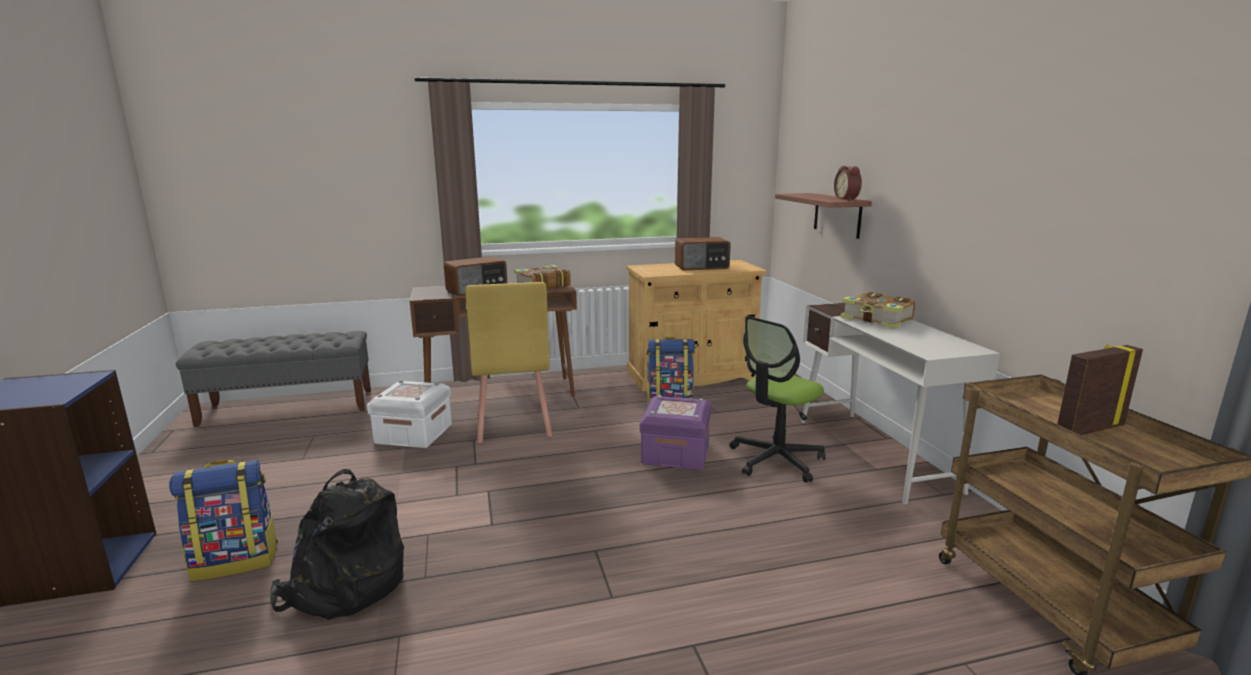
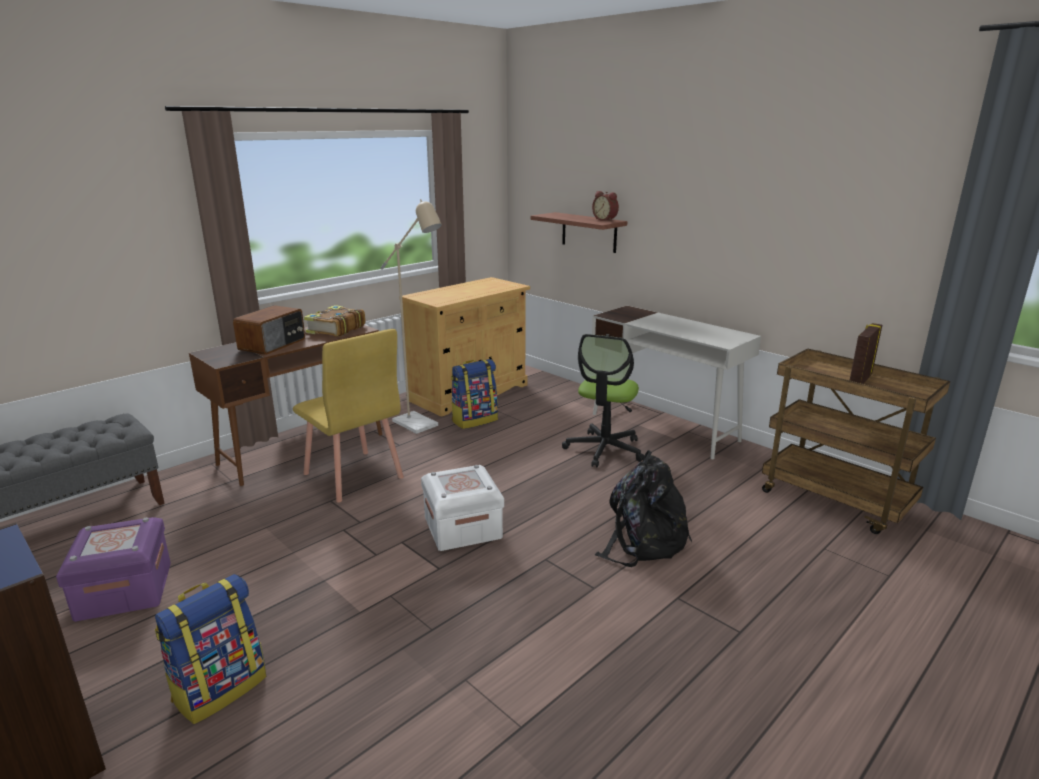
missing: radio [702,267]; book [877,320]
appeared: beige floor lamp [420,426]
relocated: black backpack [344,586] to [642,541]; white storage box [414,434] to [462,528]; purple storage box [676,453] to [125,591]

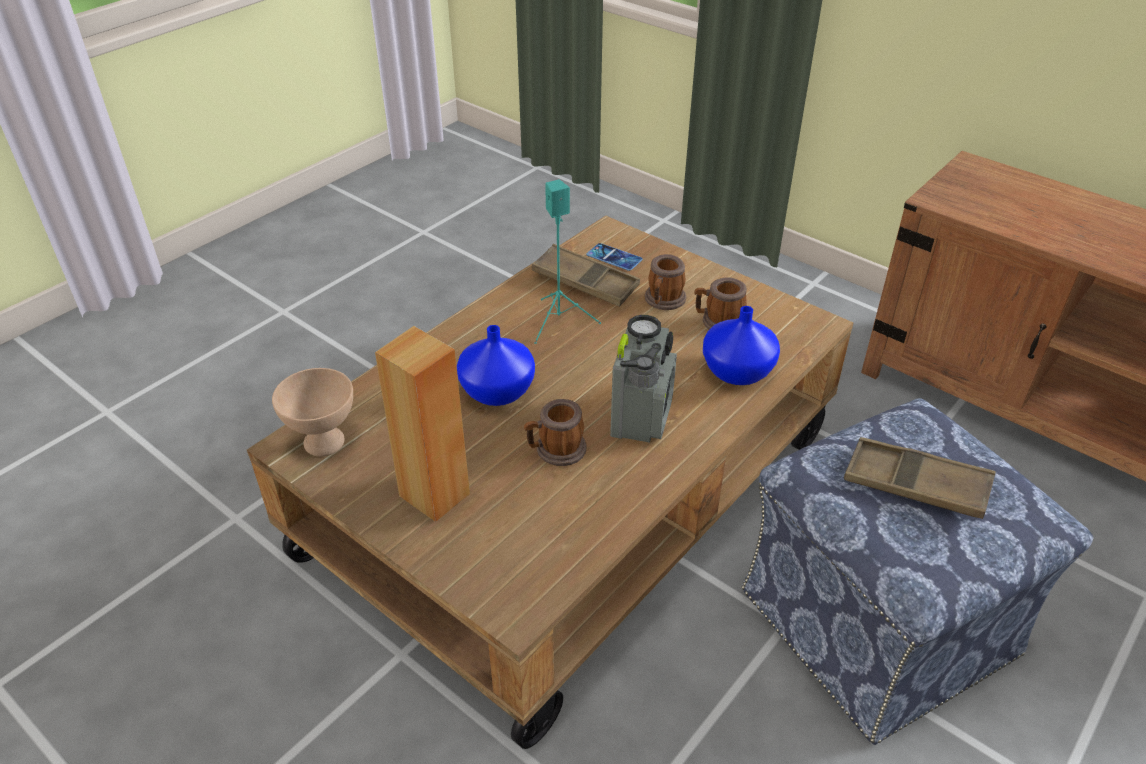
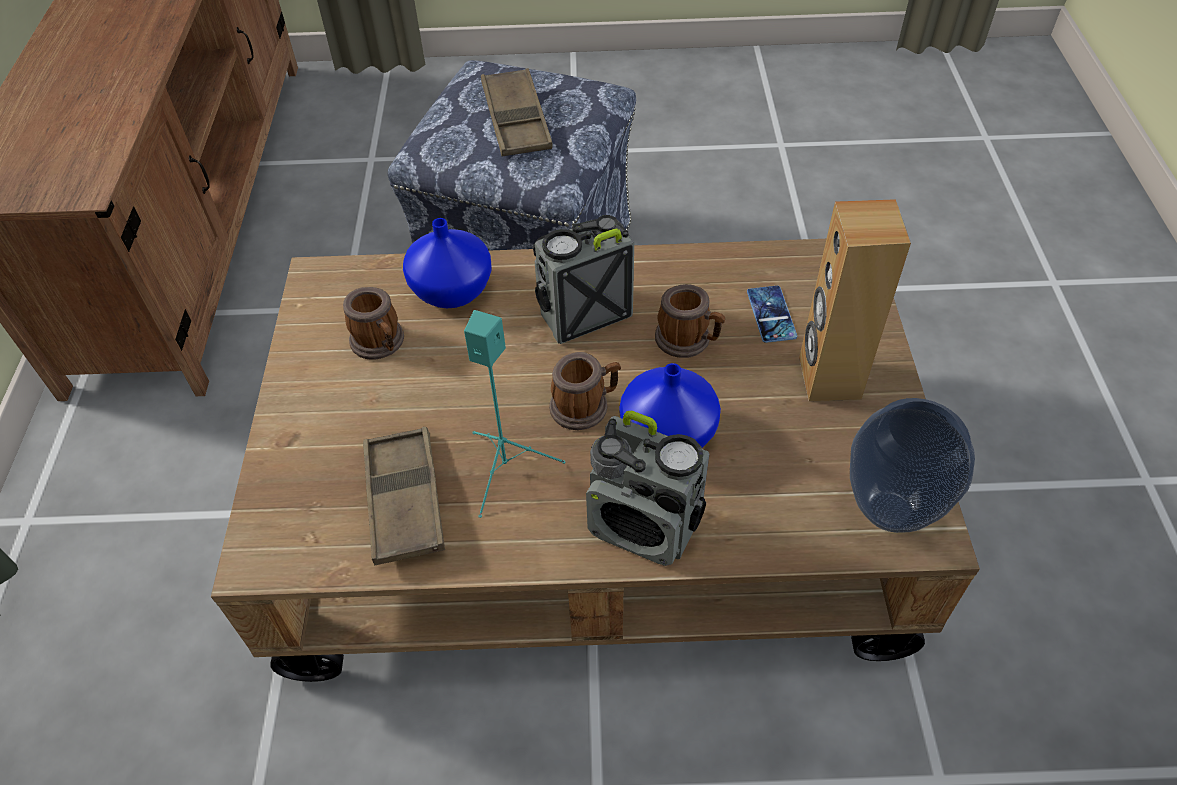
appeared: radio [645,527]
relocated: phone [614,257] to [771,314]; mug [663,301] to [585,406]
exchanged: beige bowl [323,441] to vase [890,512]

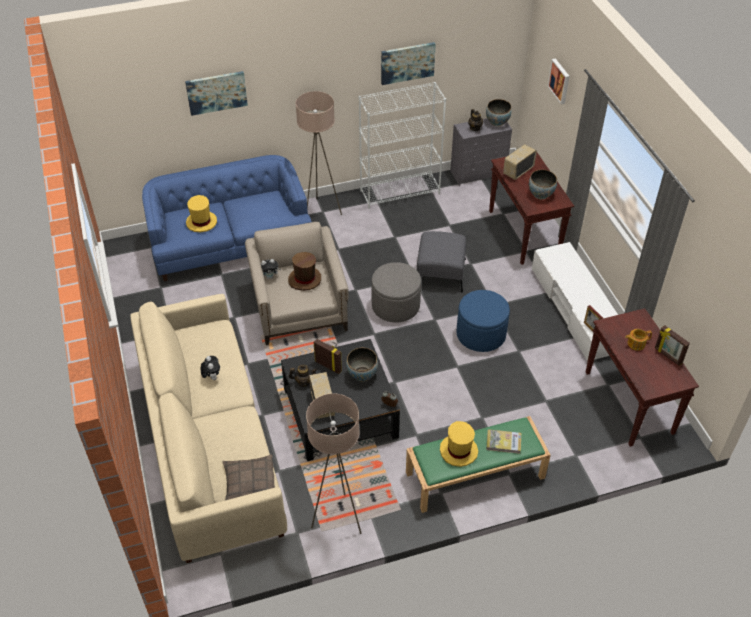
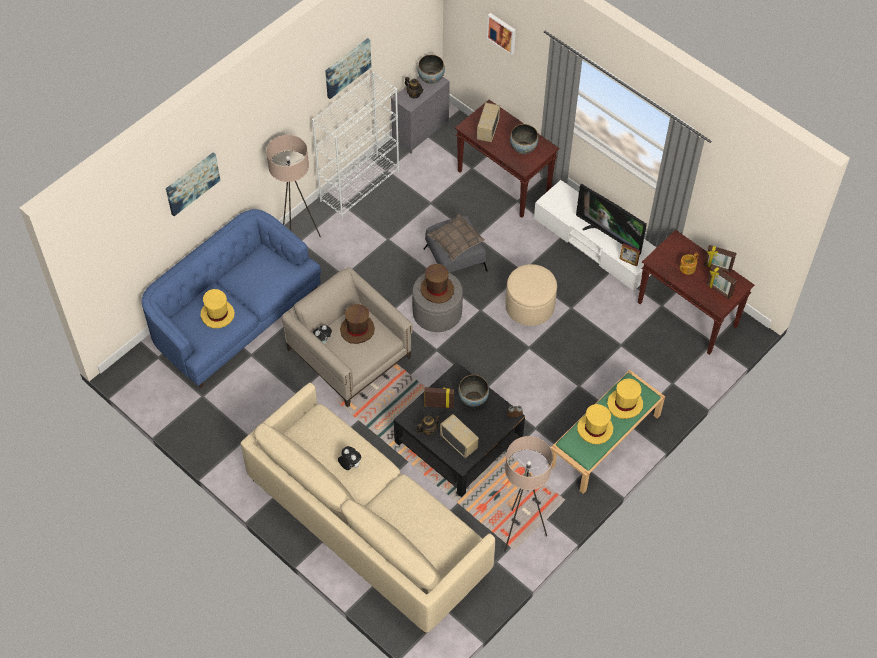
appeared: brown hat [437,289]; television [609,236]; picture frame [718,290]
relocated: pillow [249,483] to [455,241]
exchanged: book [503,442] to yellow hat [625,404]
colour: blue ottoman [481,334] to beige ottoman [529,306]

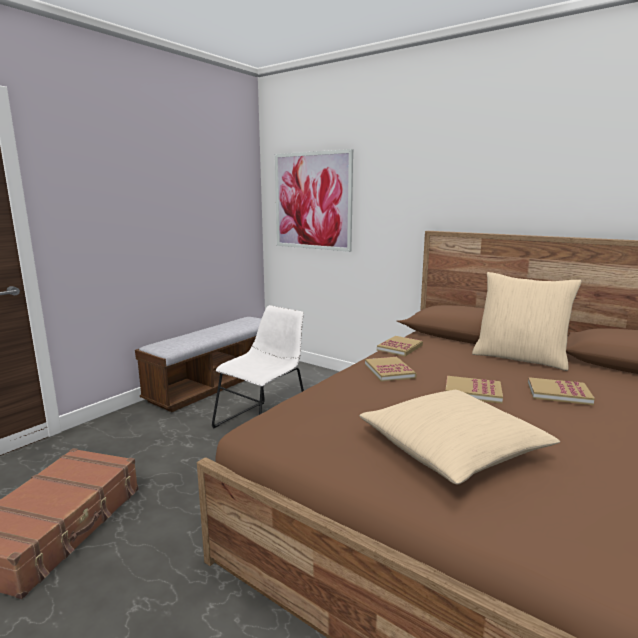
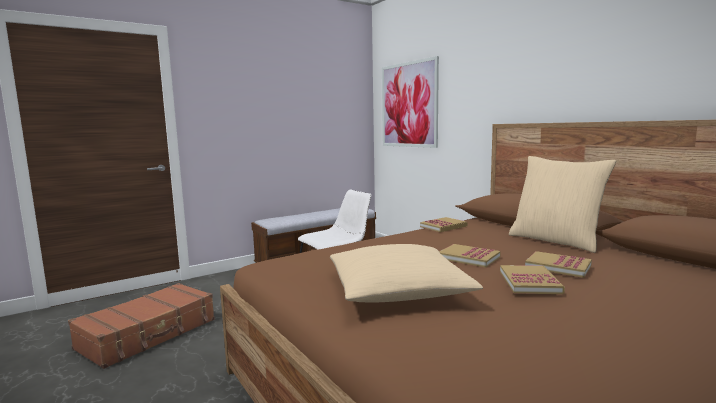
relocated: book [389,371] to [529,282]

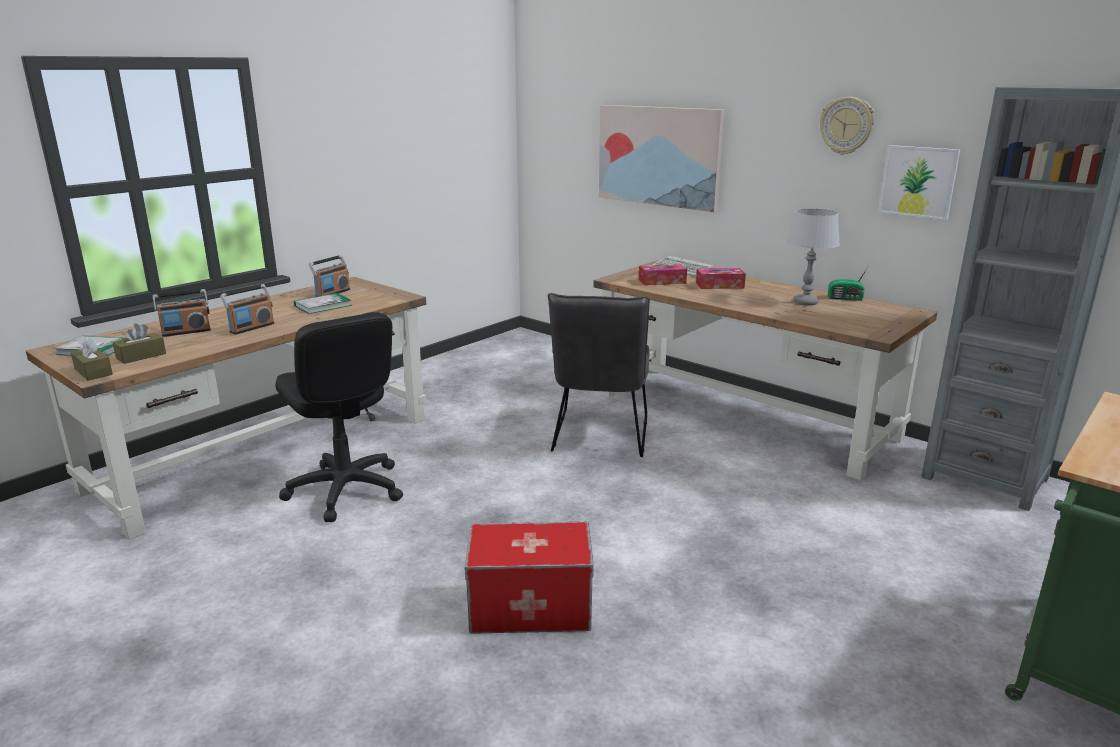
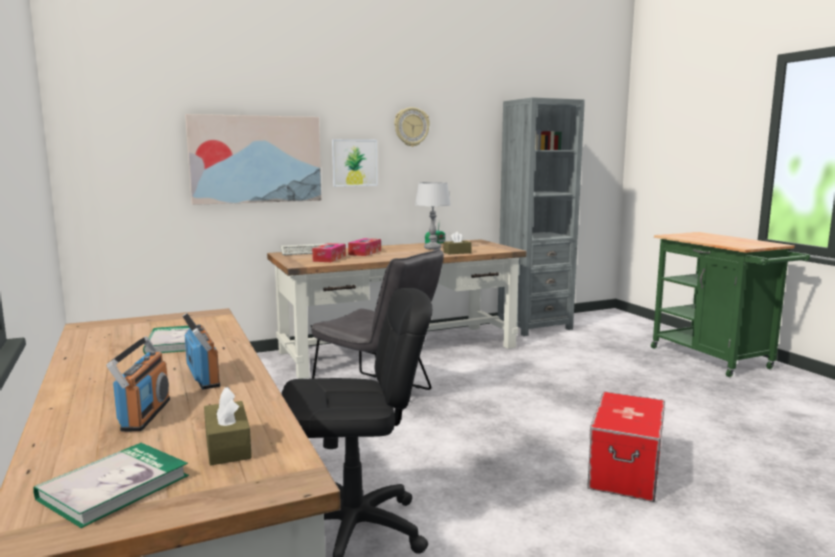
missing: radio [332,293]
relocated: brown tissue box [93,372] to [457,252]; picture [918,181] to [354,162]

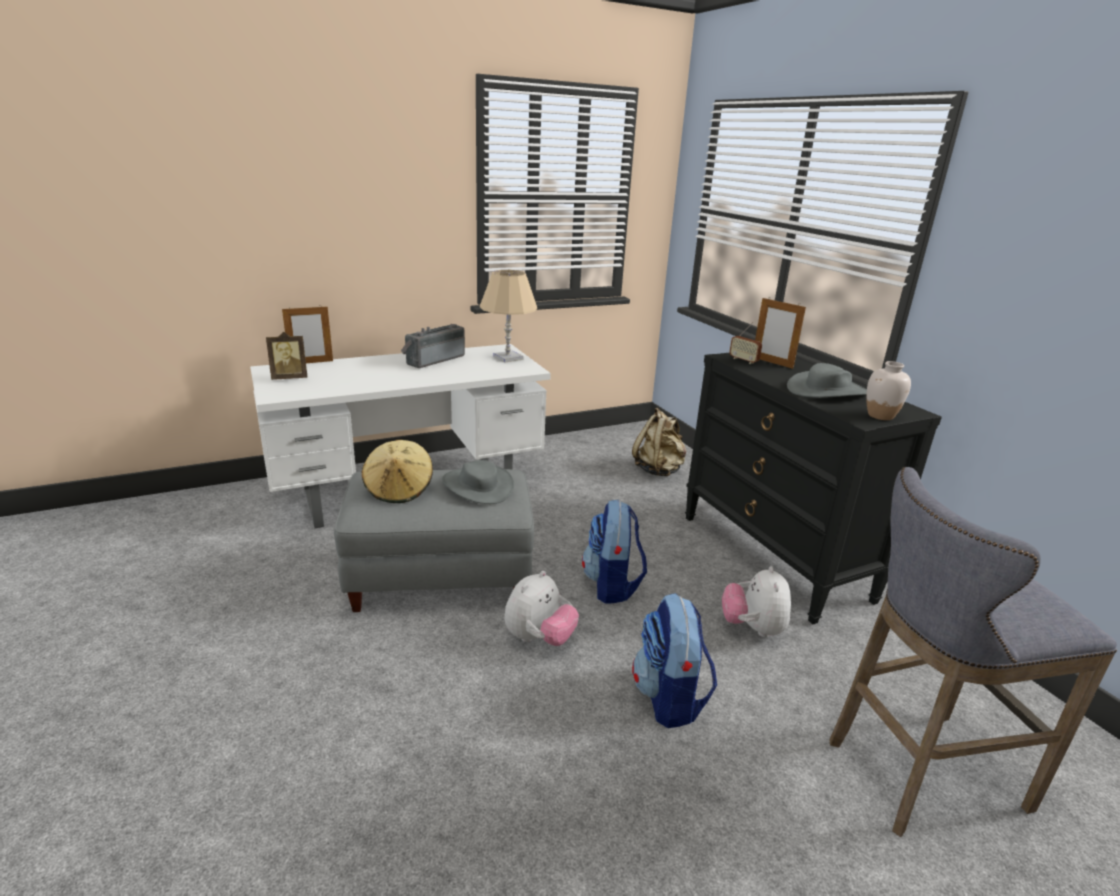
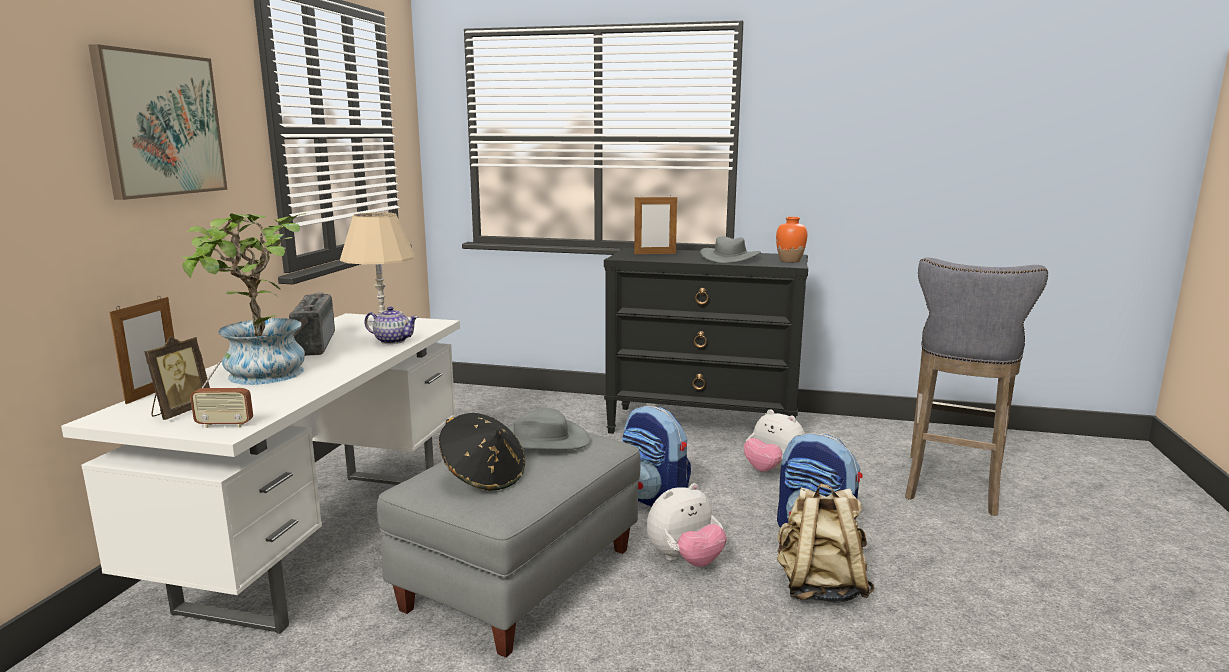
appeared: picture [161,124]; potted plant [260,377]; teapot [392,340]
relocated: beige backpack [658,470] to [819,588]; radio [743,360] to [225,425]
colour: beige hat [399,490] to black hat [483,477]; white vase [880,416] to orange vase [790,261]
spun: plush toy [539,638] = [685,560] 75 degrees clockwise

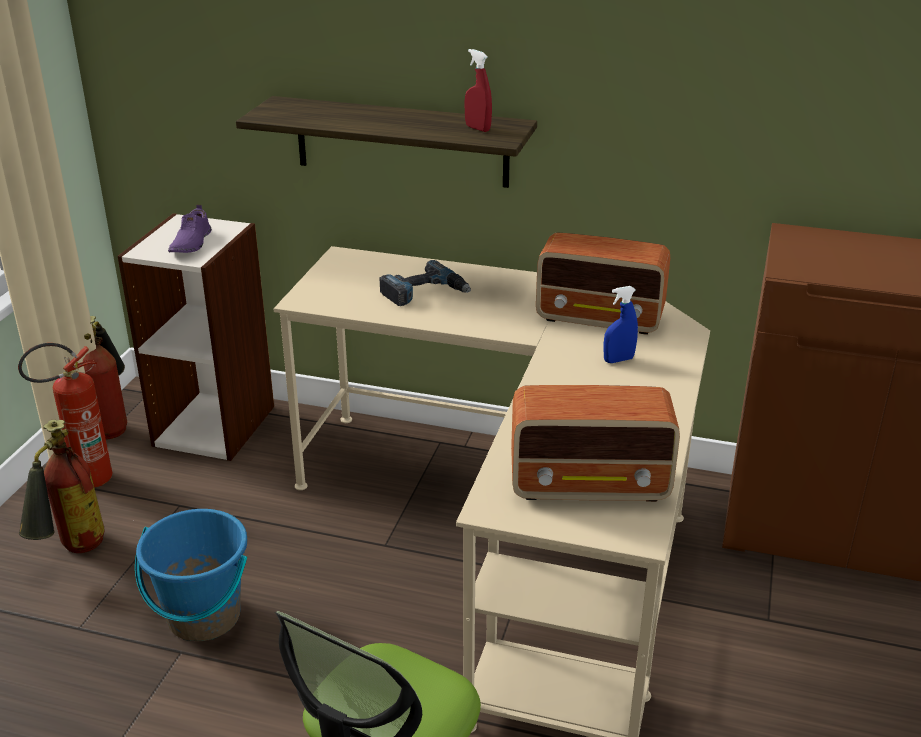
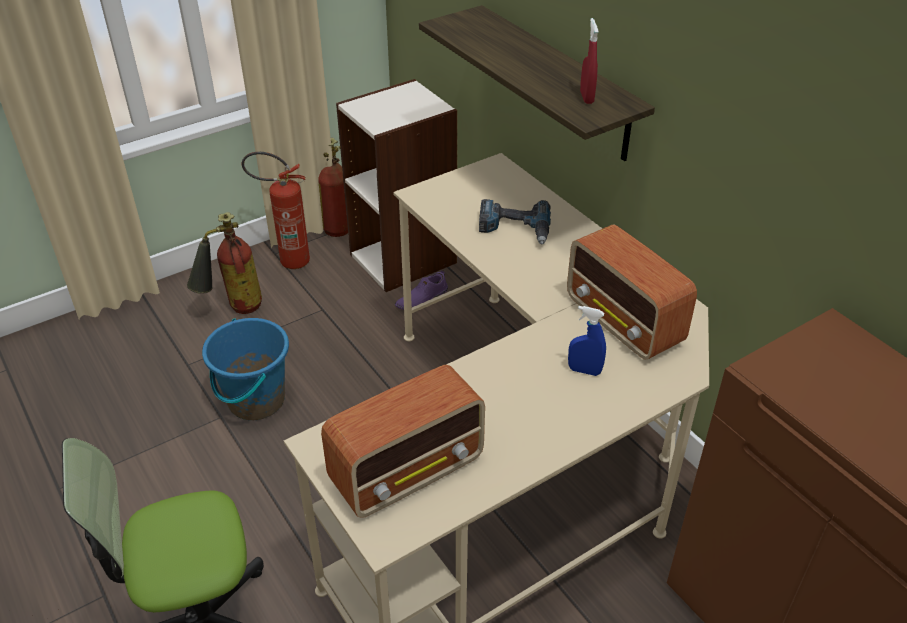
relocated: purple shoe [190,243] to [421,299]
spun: radio [591,485] = [409,471] 75 degrees counterclockwise

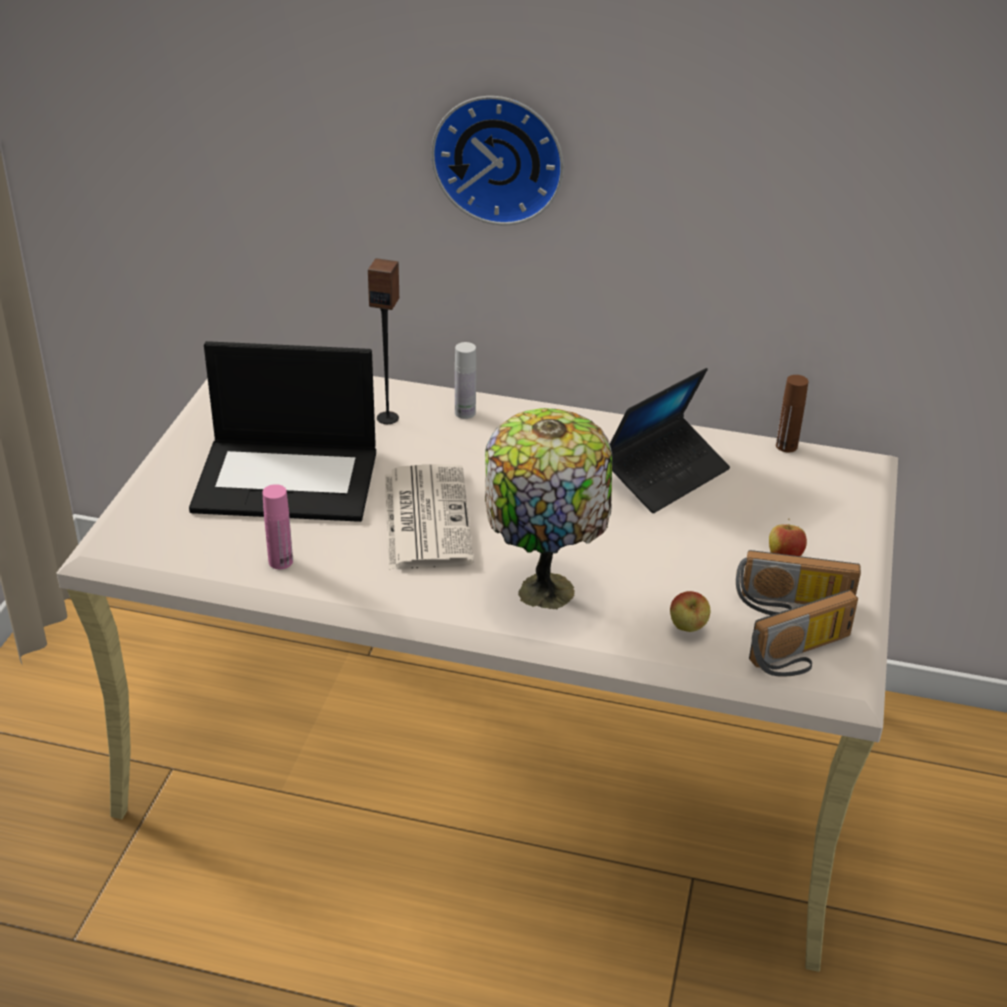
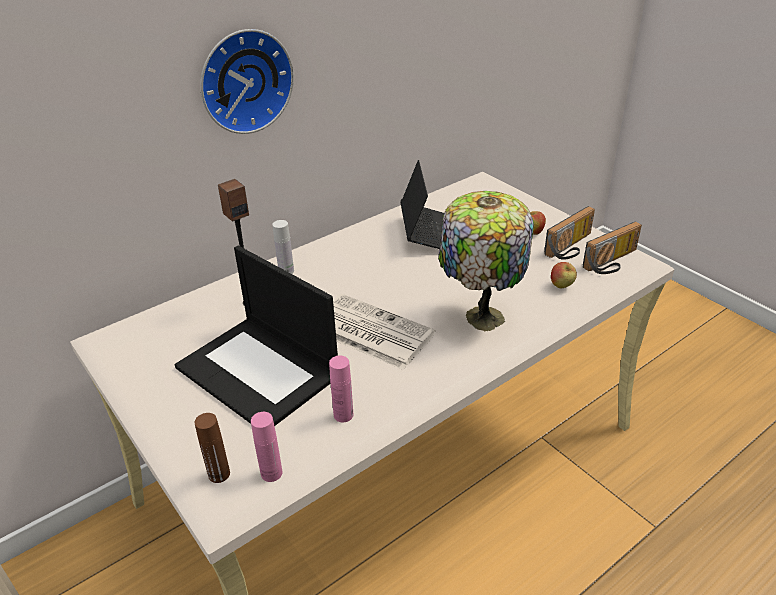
appeared: pink bottle [271,473]
relocated: brown bottle [786,446] to [219,474]
spun: laptop [288,479] = [259,372] 90 degrees clockwise; radio [802,656] = [612,262] 45 degrees clockwise

